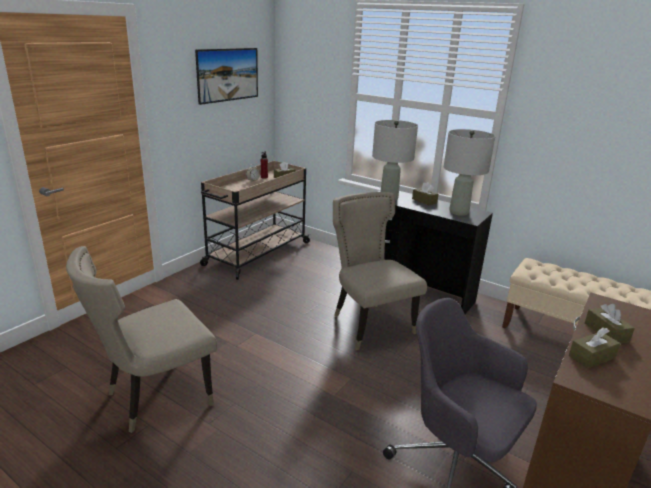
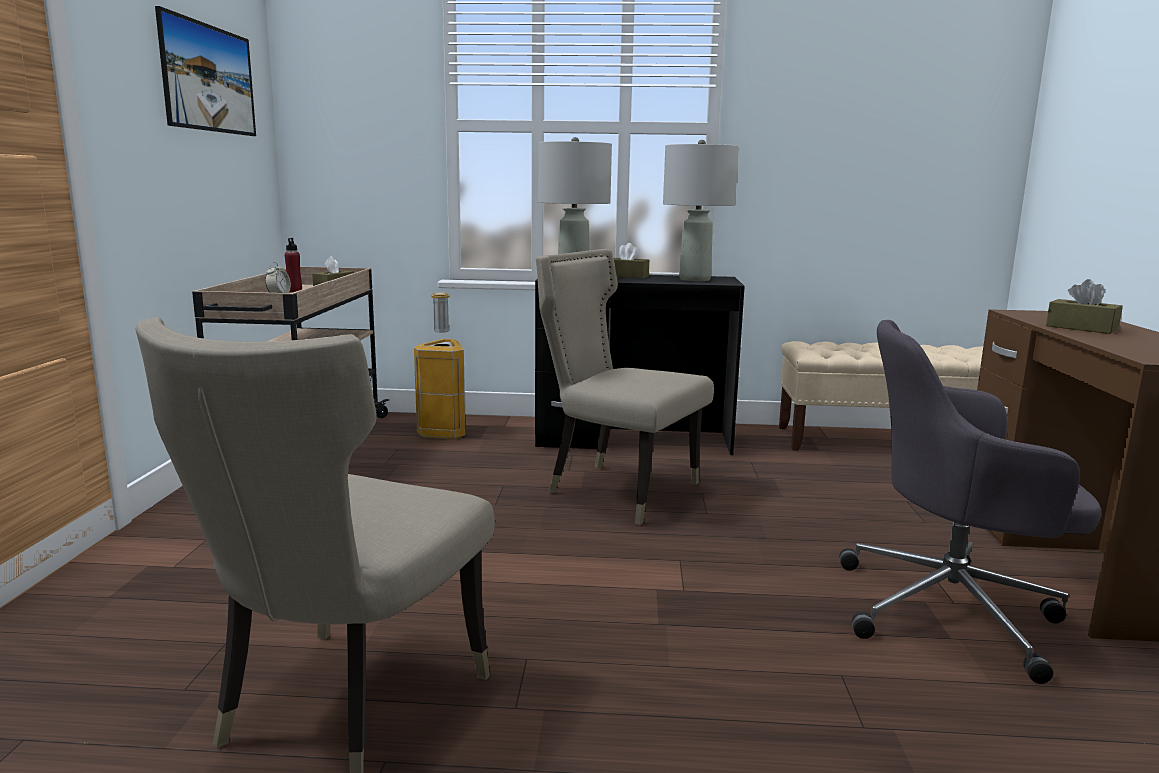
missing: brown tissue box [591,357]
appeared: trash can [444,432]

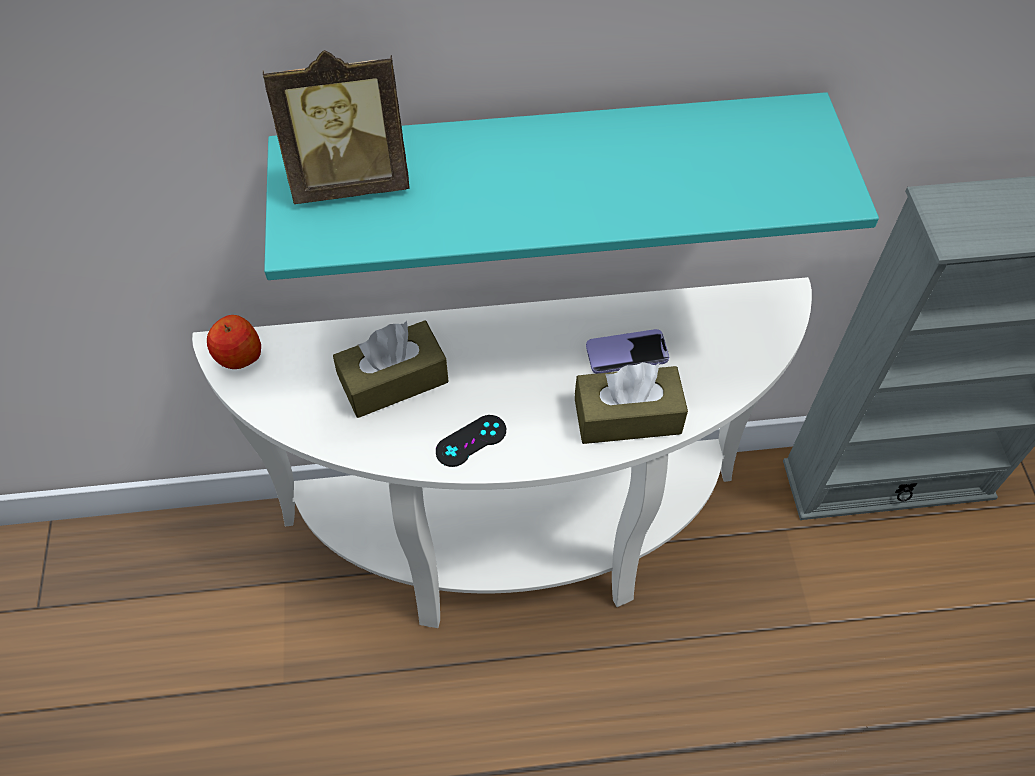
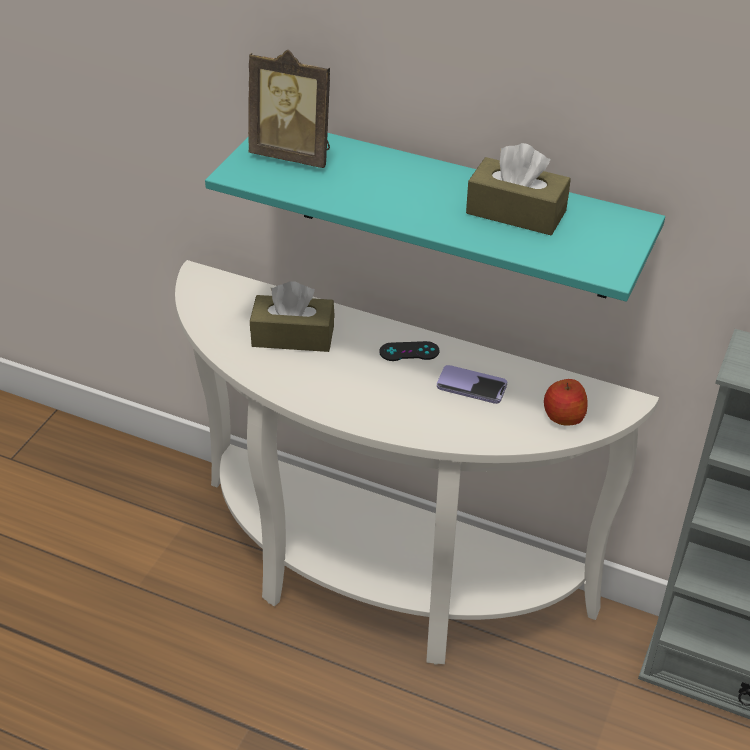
relocated: apple [238,355] to [563,416]; black game controller [471,441] to [409,351]; brown tissue box [627,416] to [516,212]

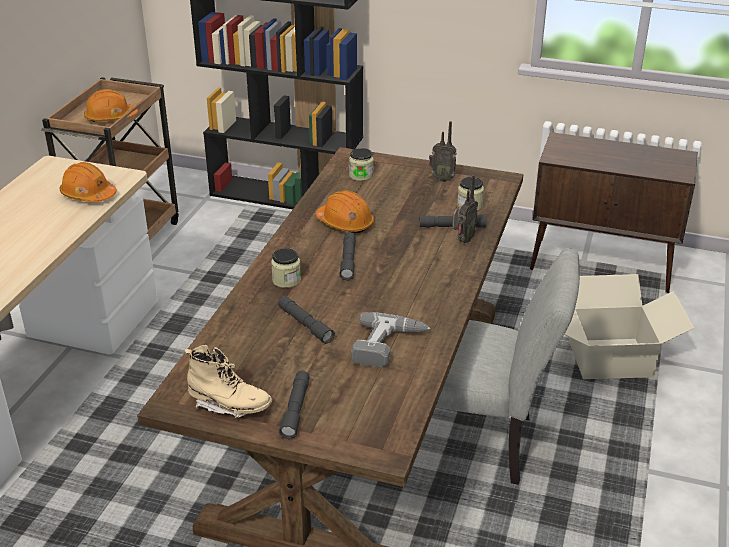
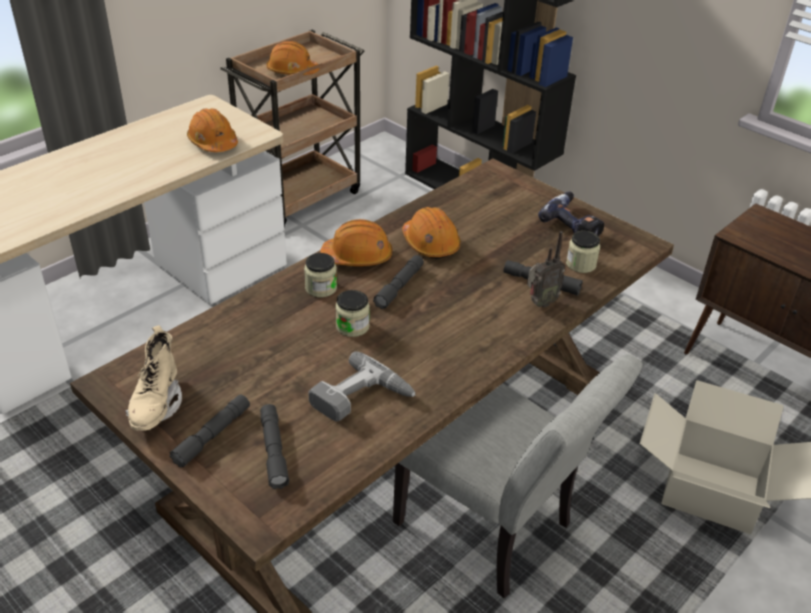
appeared: orange hard hat [357,257]
relocated: grey flashlight [305,325] to [274,451]; jar [361,175] to [352,326]
exchanged: radio [442,179] to power drill [574,224]
spun: beige boot [229,405] = [156,406] 45 degrees clockwise

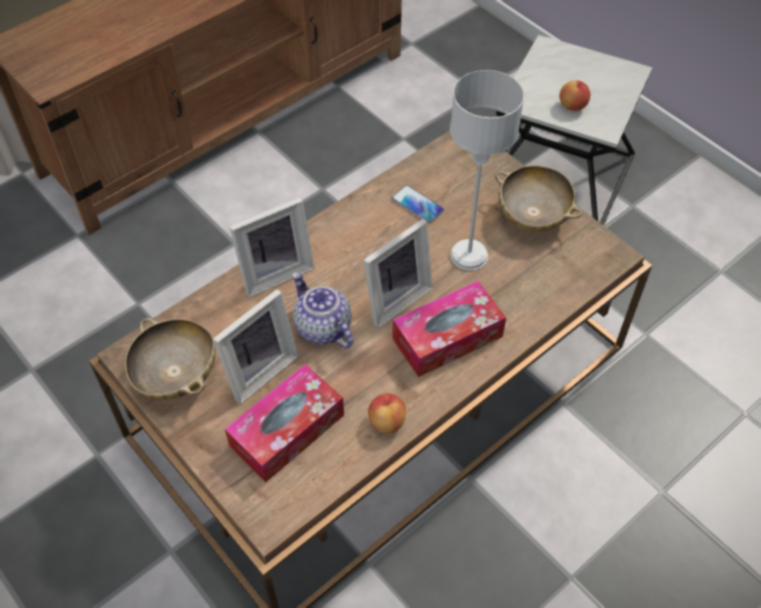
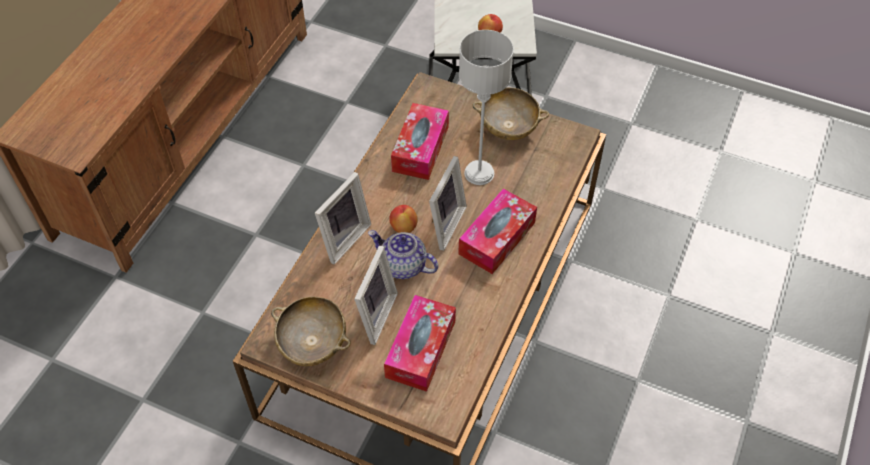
relocated: apple [387,422] to [403,227]
exchanged: phone [417,205] to tissue box [420,149]

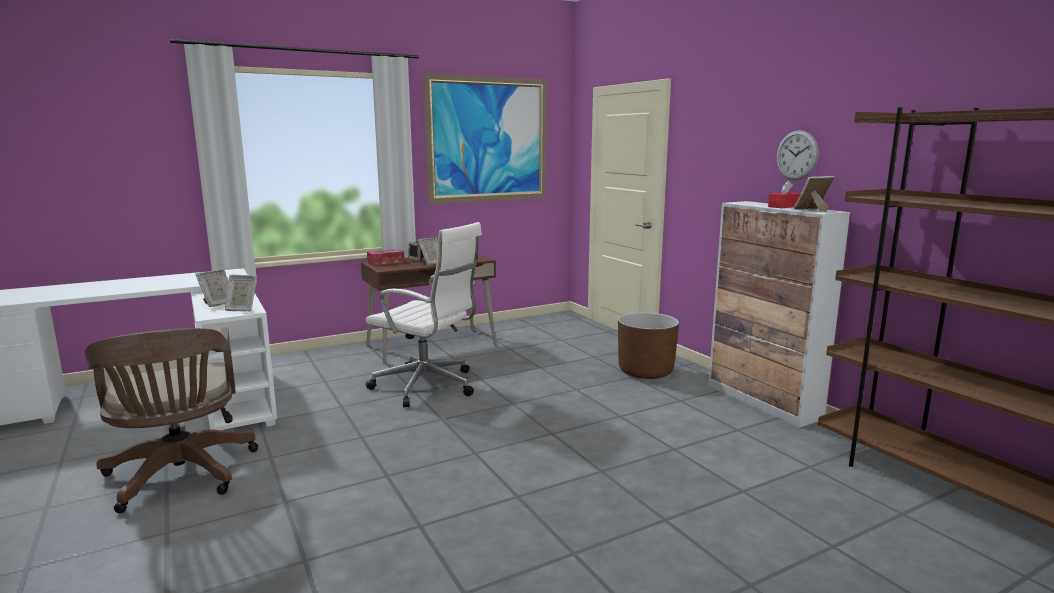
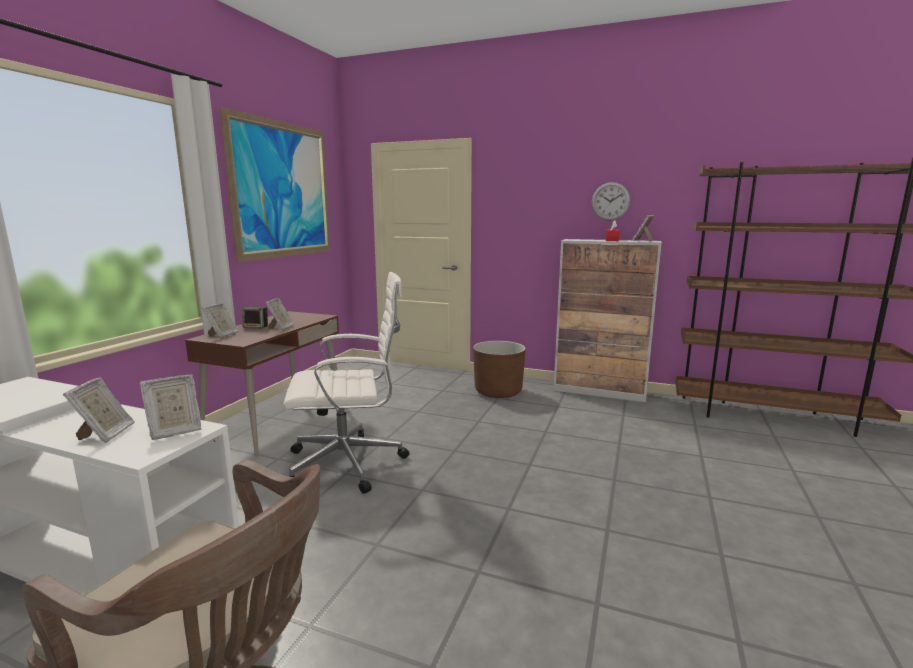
exchanged: tissue box [386,262] to picture frame [222,335]

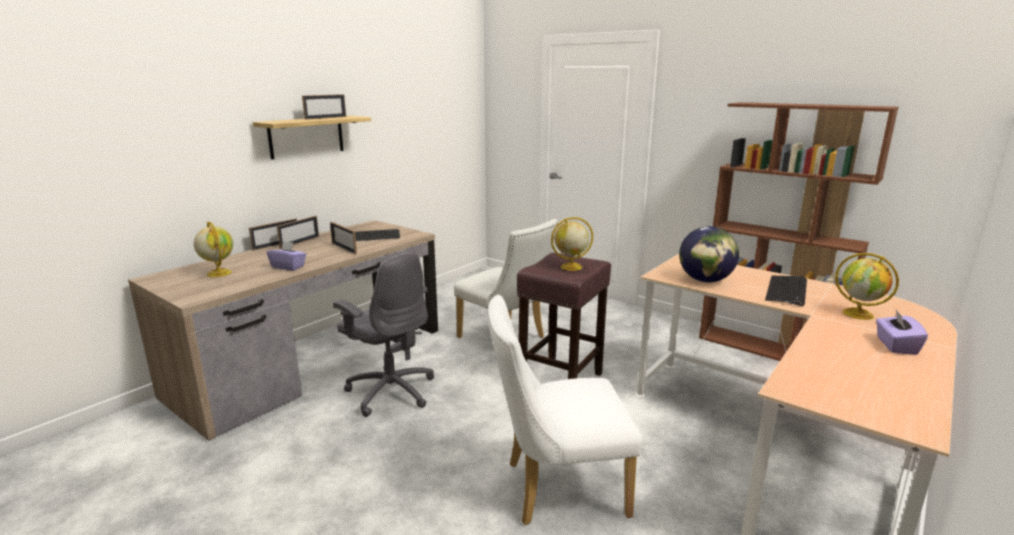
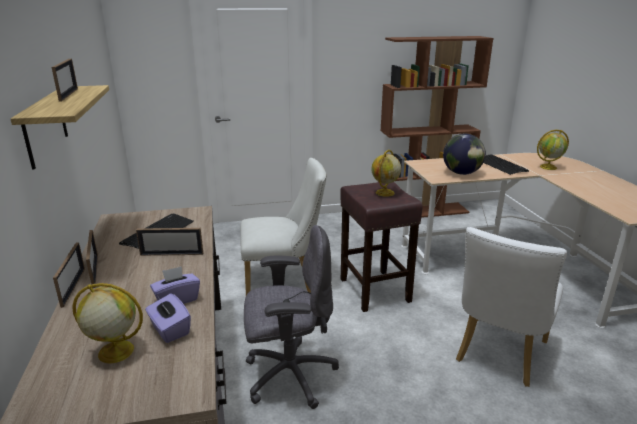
relocated: purple tissue box [895,346] to [169,330]

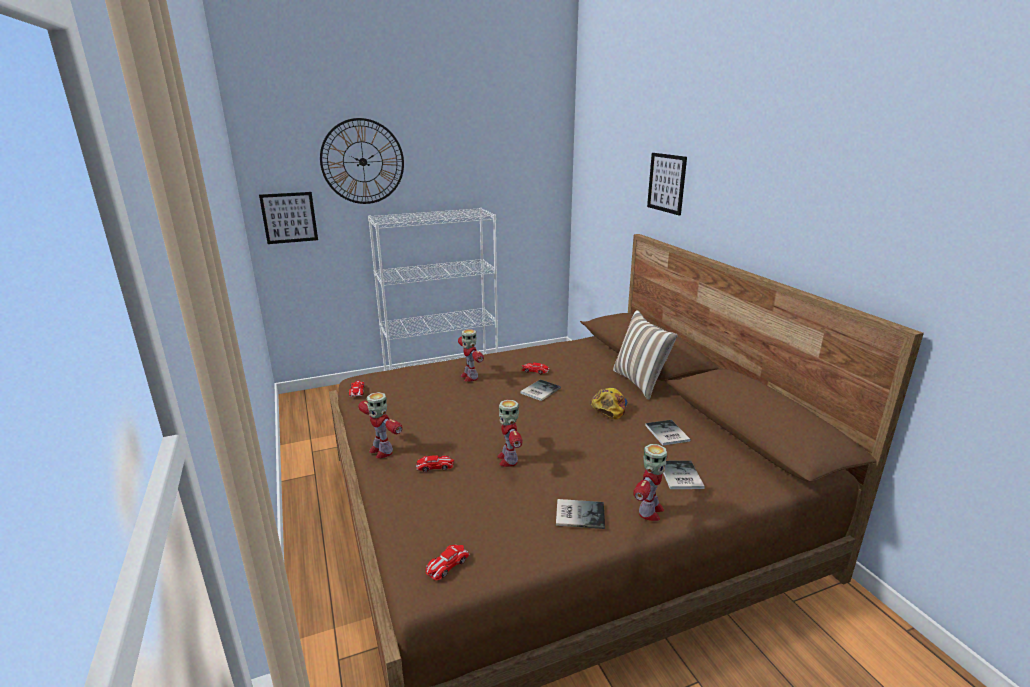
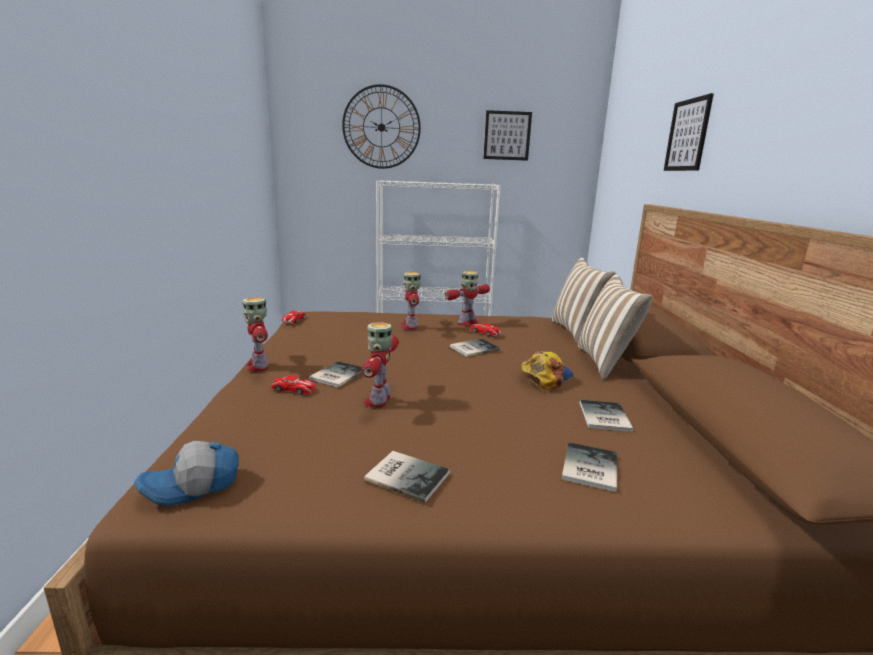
appeared: book [336,375]; pillow [577,331]
relocated: picture [289,217] to [507,135]; toy robot [649,511] to [467,323]
exchanged: toy car [447,564] to cap [192,486]

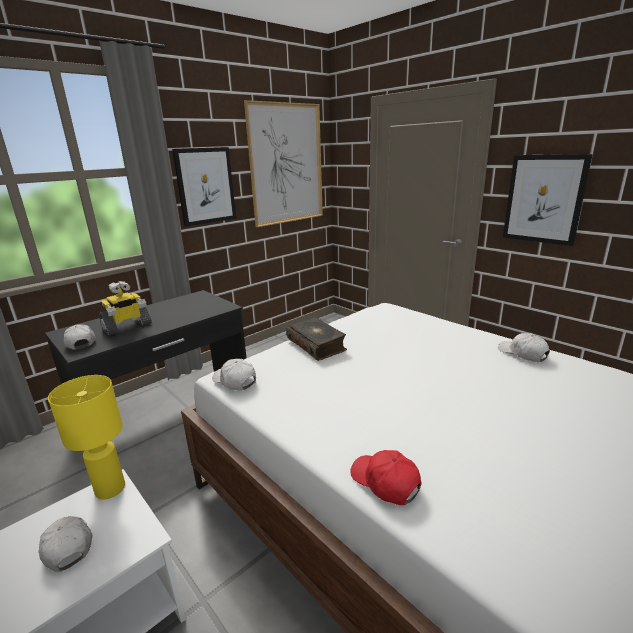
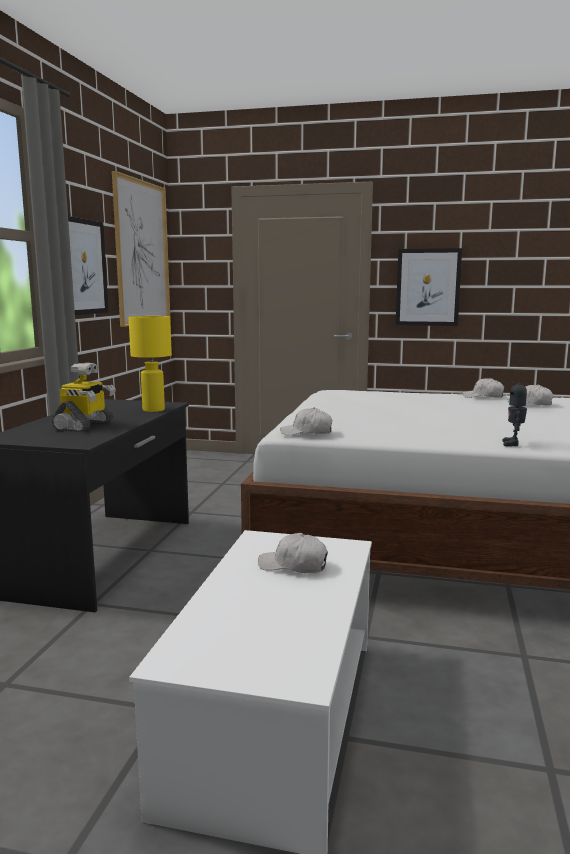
missing: book [317,345]
relocated: yellow table lamp [110,489] to [153,410]; white cap [80,342] to [530,404]
exchanged: red cap [385,482] to toy robot [513,444]

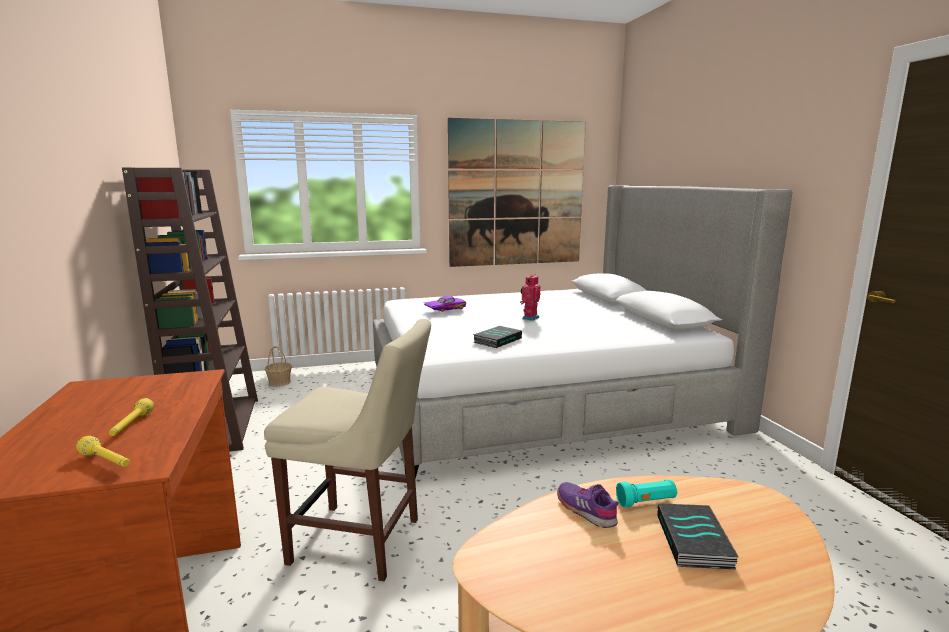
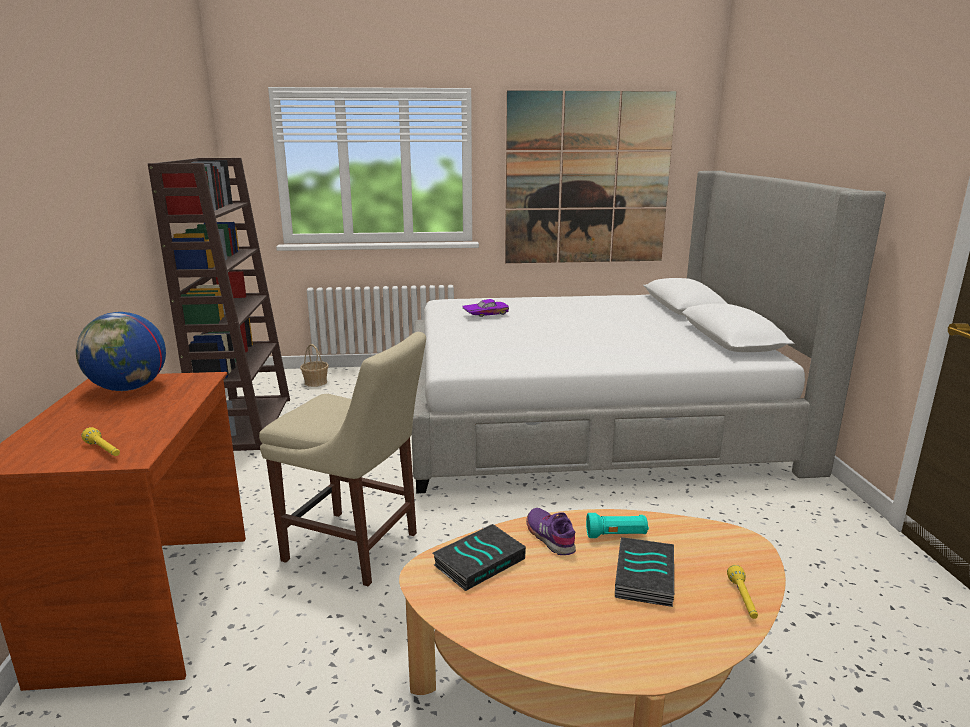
missing: toy robot [529,318]
appeared: globe [129,388]
relocated: yellow flashlight [131,425] to [743,599]; book [497,340] to [479,561]

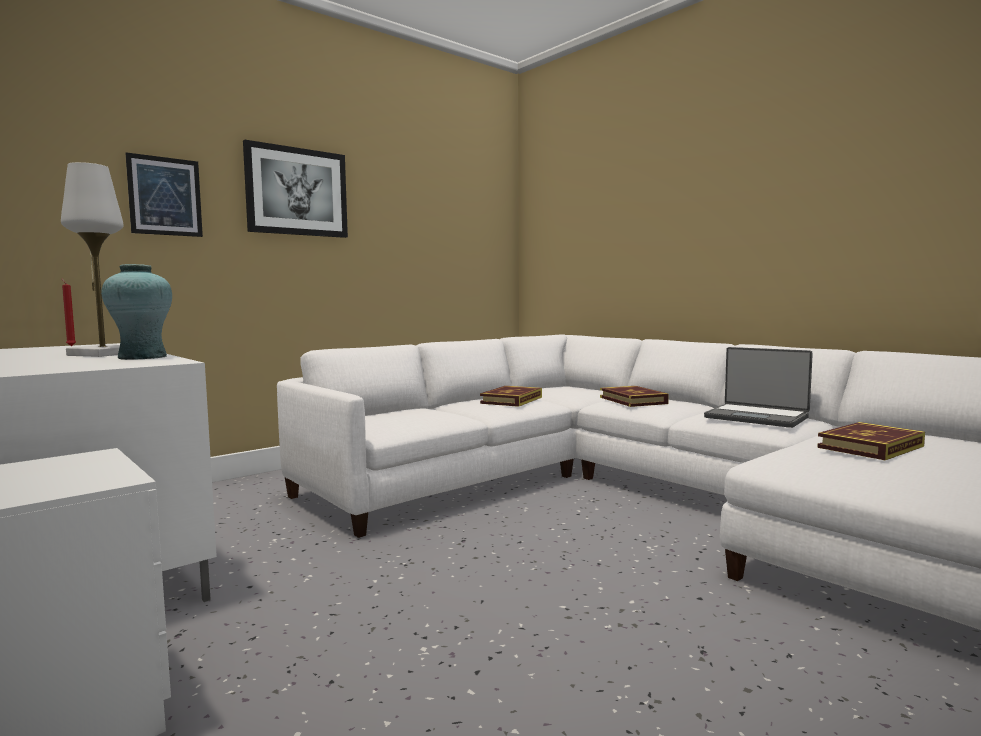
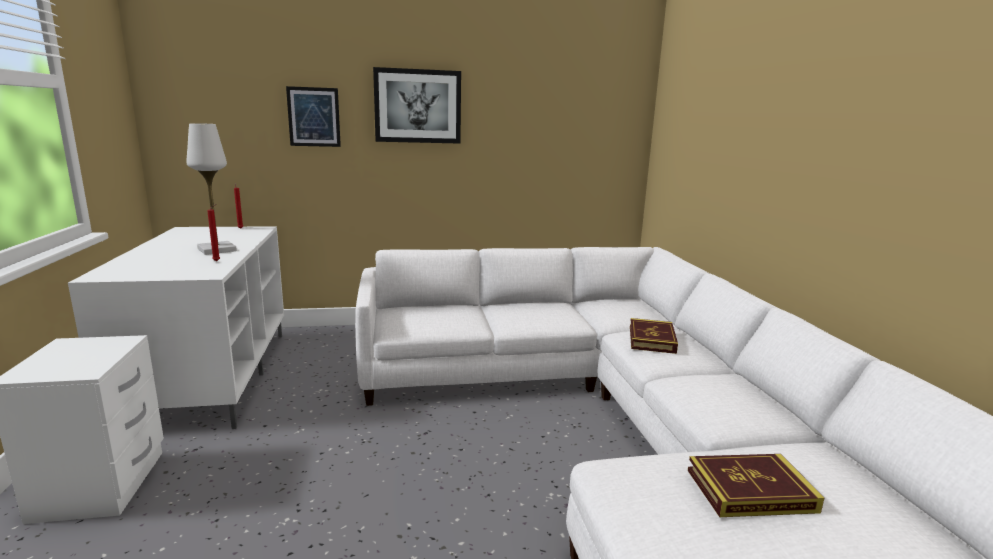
missing: book [511,400]; laptop [757,417]
exchanged: turquoise vase [142,357] to red candle [218,261]

